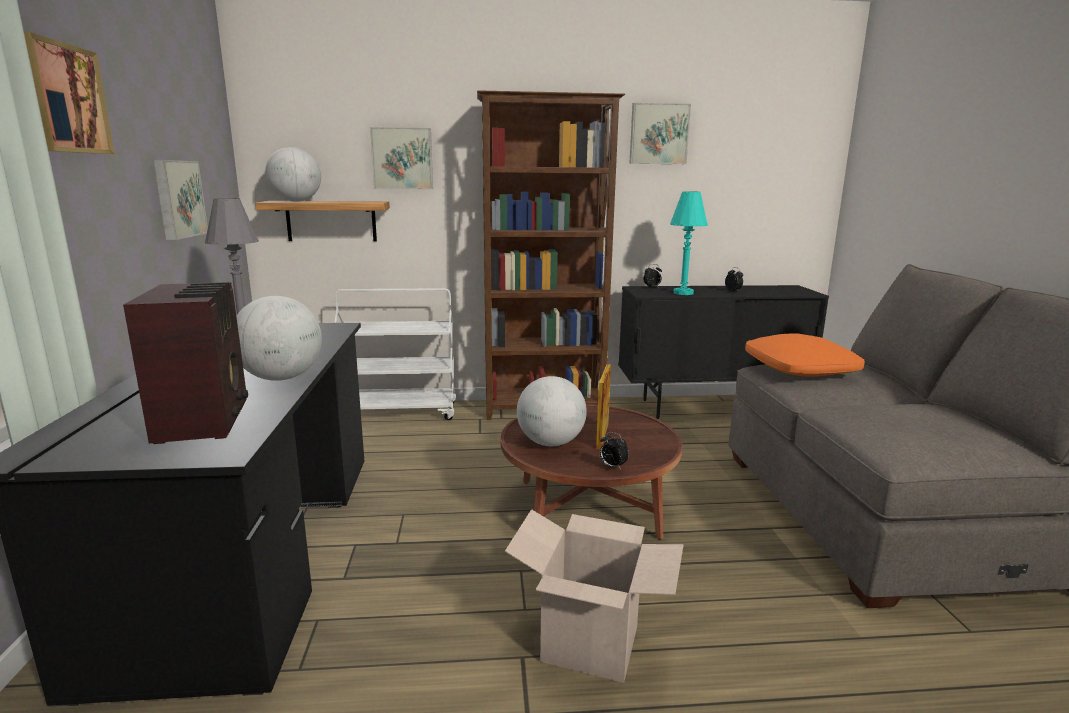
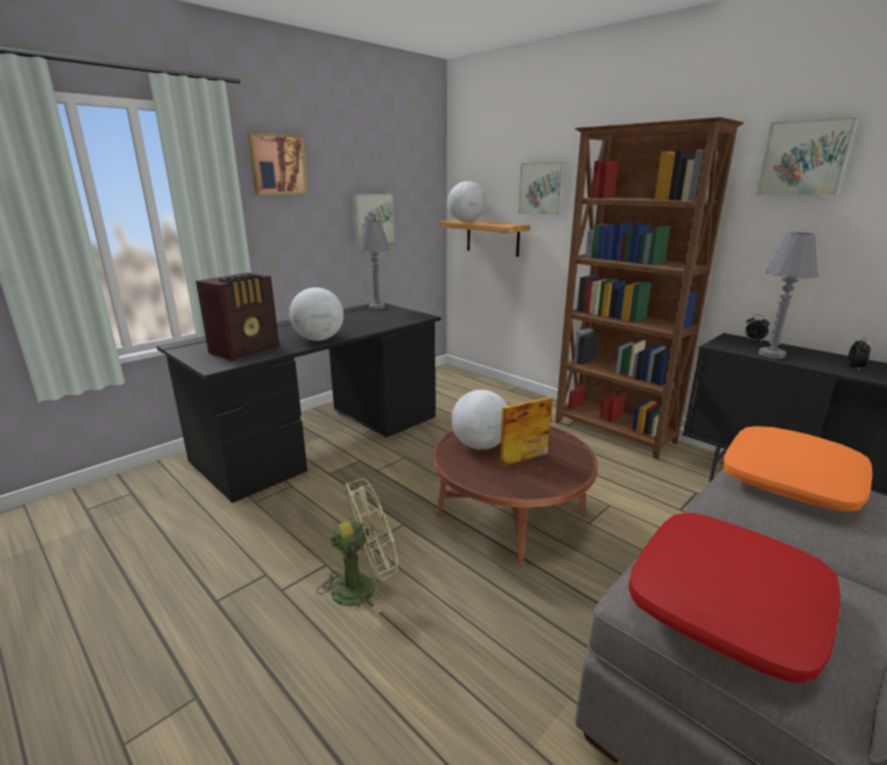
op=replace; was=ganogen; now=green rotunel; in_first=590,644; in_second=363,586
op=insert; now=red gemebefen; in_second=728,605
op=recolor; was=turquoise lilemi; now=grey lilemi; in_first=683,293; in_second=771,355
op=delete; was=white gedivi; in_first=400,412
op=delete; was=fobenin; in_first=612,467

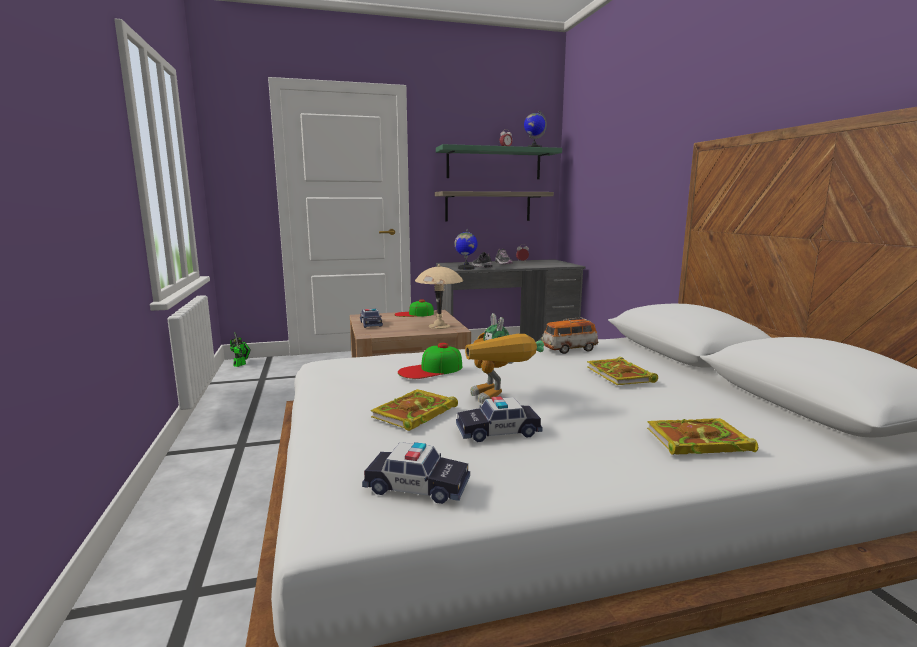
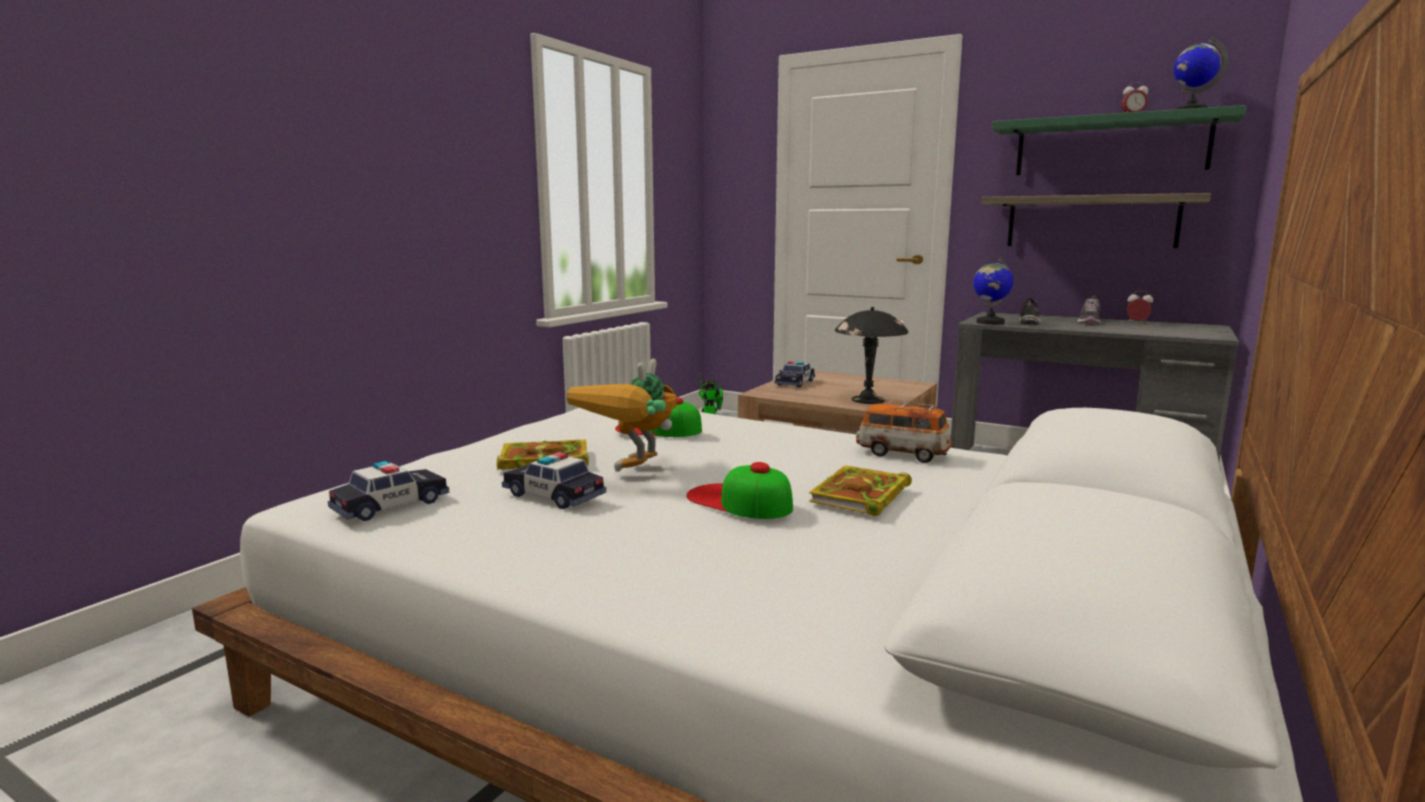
op=rotate; was=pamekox; in_first=417,486; in_second=390,505; clockwise=-105
op=move; was=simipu; in_first=414,314; in_second=739,501
op=recolor; was=beige lilemi; now=black lilemi; in_first=439,326; in_second=868,400
op=delete; was=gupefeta; in_first=696,442

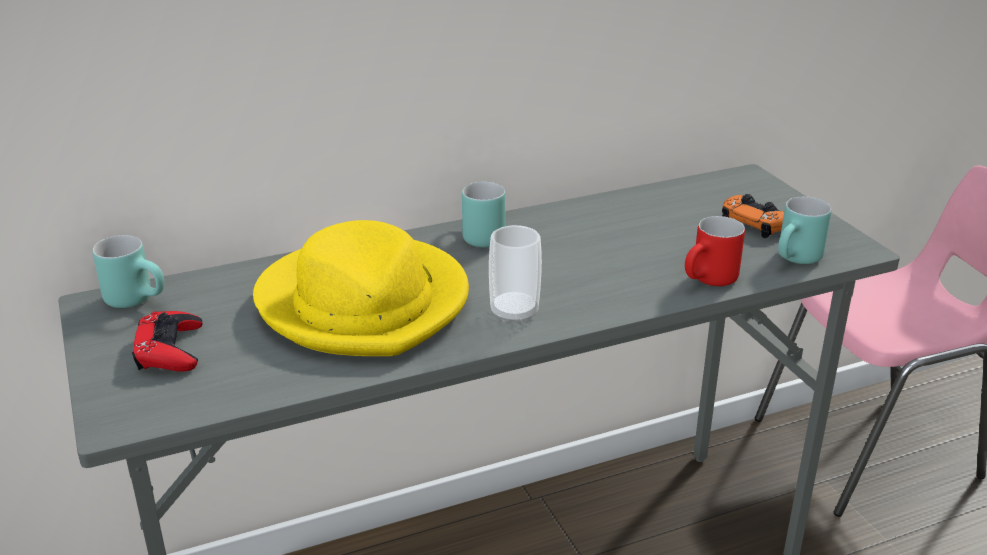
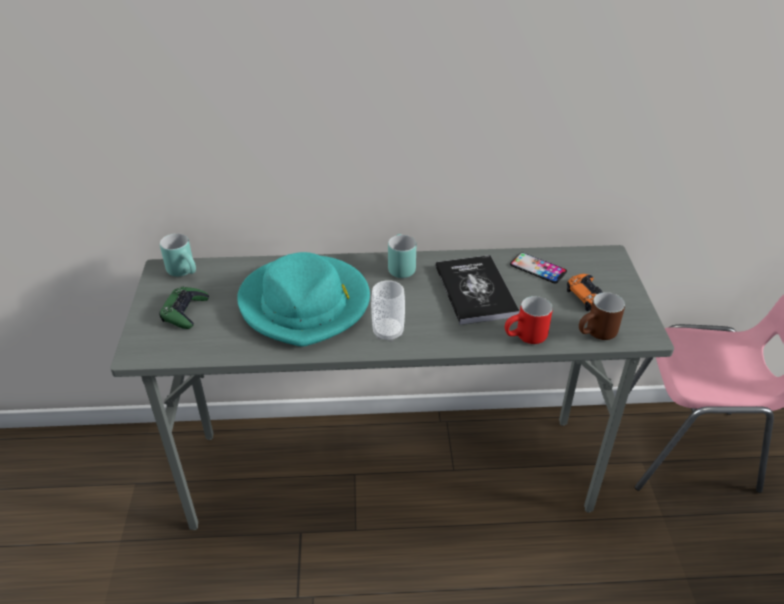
op=recolor; was=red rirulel; now=green rirulel; in_first=170,350; in_second=185,312
op=recolor; was=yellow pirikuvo; now=turquoise pirikuvo; in_first=365,303; in_second=306,304
op=insert; now=gupefeta; in_second=475,291
op=insert; now=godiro; in_second=538,268
op=recolor; was=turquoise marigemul; now=brown marigemul; in_first=797,261; in_second=597,335

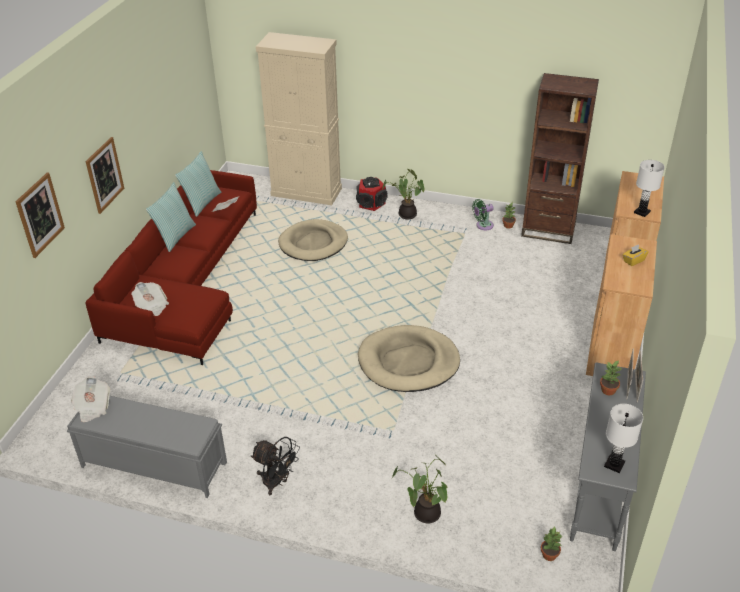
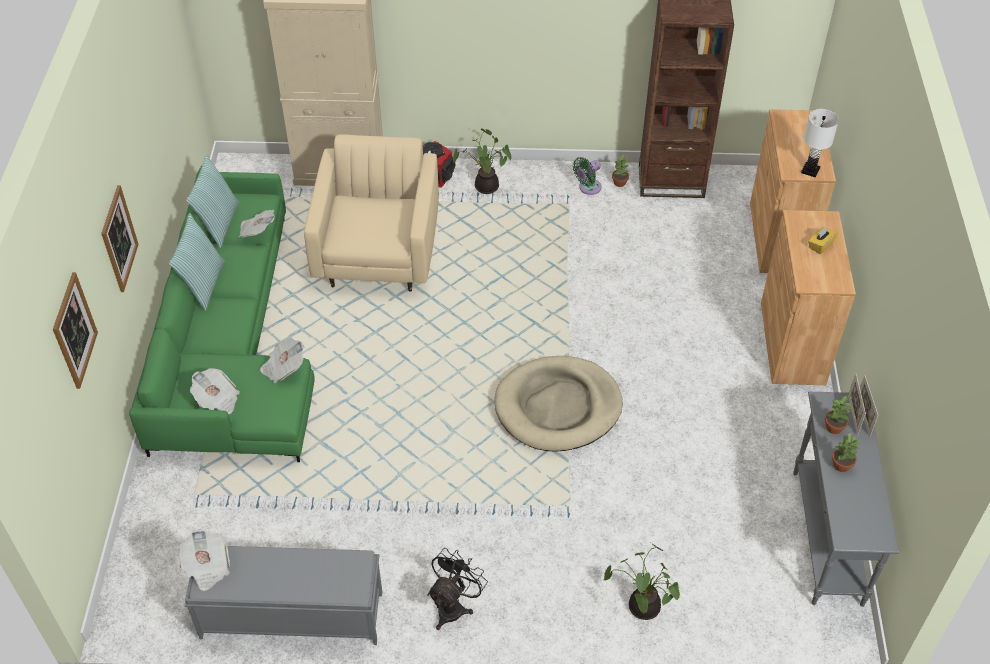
op=recolor; was=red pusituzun; now=green pusituzun; in_first=187,283; in_second=231,343
op=insert; now=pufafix; in_second=283,368
op=replace; was=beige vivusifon; now=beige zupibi; in_first=313,243; in_second=378,252
op=rotate; was=black rotunel; in_first=277,483; in_second=454,606; clockwise=-75
op=move; was=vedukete; in_first=549,555; in_second=841,465
op=delete; was=white lilemi; in_first=614,464

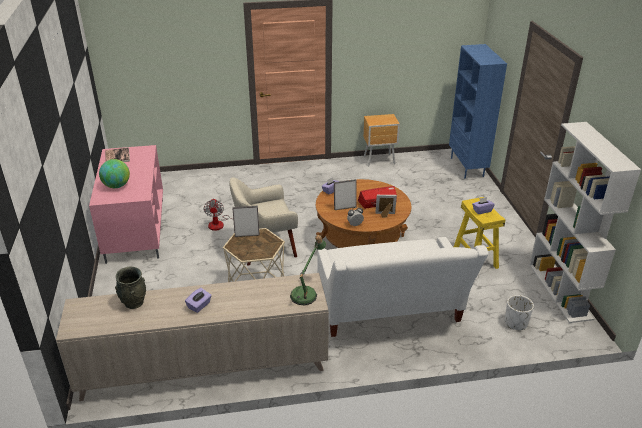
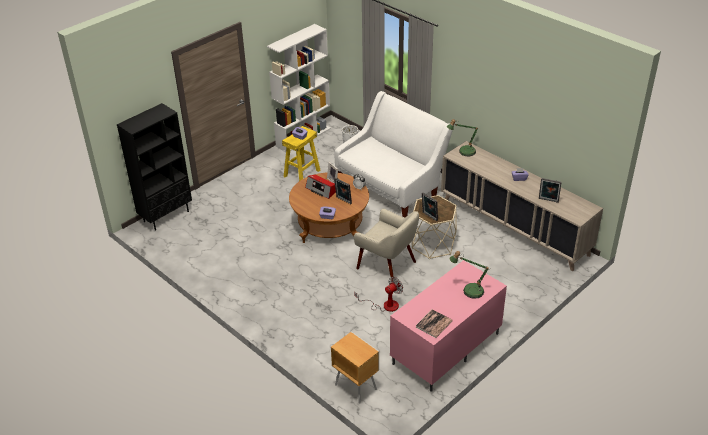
op=recolor; was=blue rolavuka; now=black rolavuka; in_first=467,167; in_second=166,216
op=move; was=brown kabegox; in_first=380,160; in_second=355,386
op=replace; was=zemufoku; now=lilemi; in_first=117,186; in_second=469,290
op=replace; was=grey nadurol; now=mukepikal; in_first=133,302; in_second=548,200

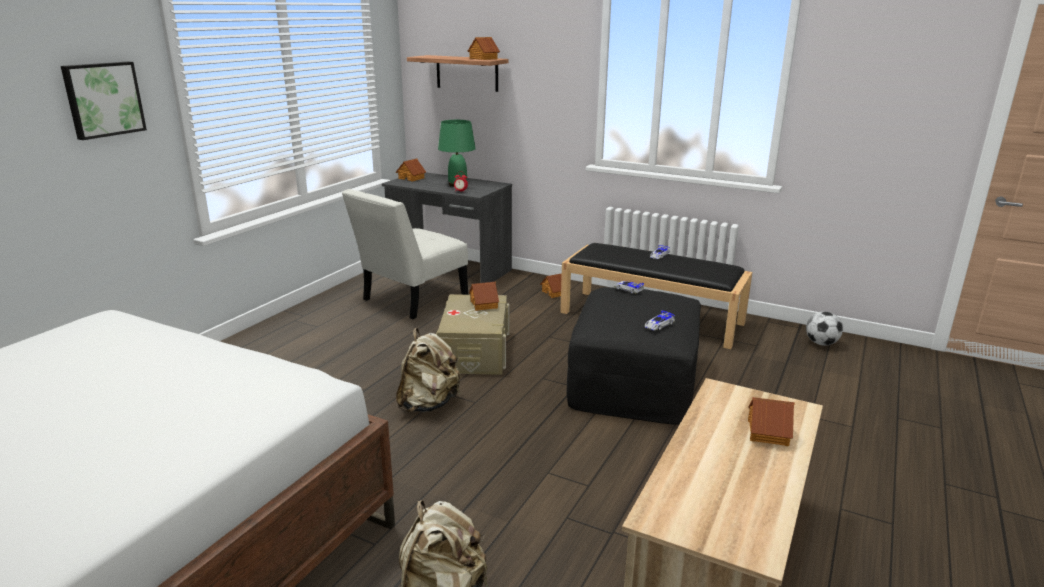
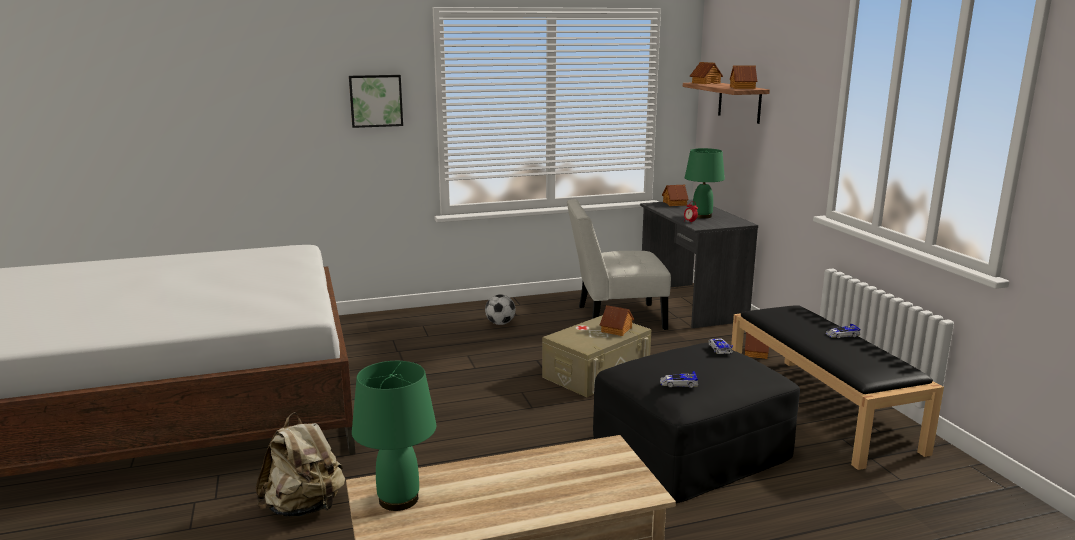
op=insert; now=green lilemi; in_second=397,500
op=move; was=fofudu; in_first=821,343; in_second=500,323
op=move; was=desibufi; in_first=767,432; in_second=705,83
op=delete; was=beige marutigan; in_first=428,404

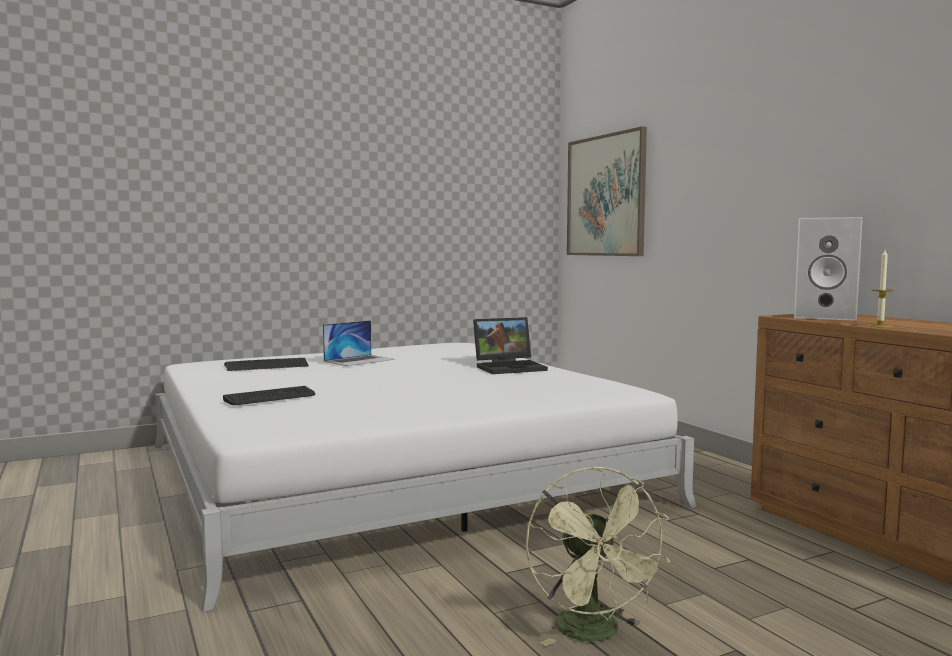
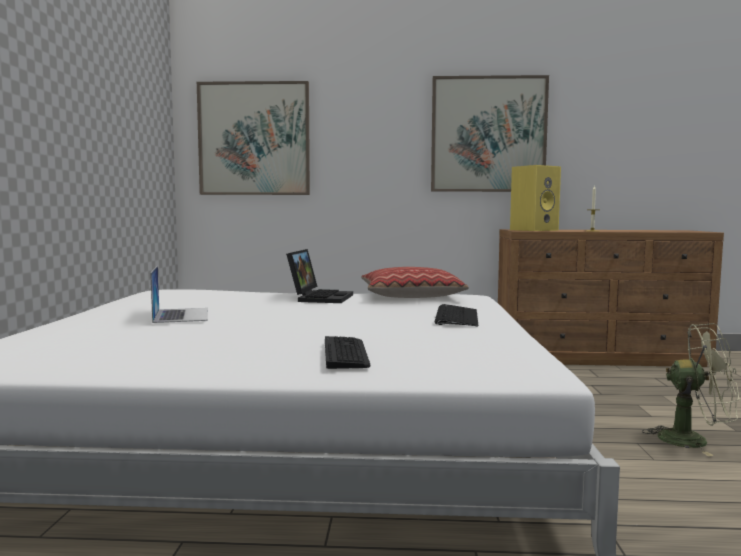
op=insert; now=gemebefen; in_second=410,296
op=insert; now=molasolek; in_second=488,134
op=move; was=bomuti; in_first=267,366; in_second=456,317
op=recolor; was=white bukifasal; now=yellow bukifasal; in_first=827,317; in_second=534,230

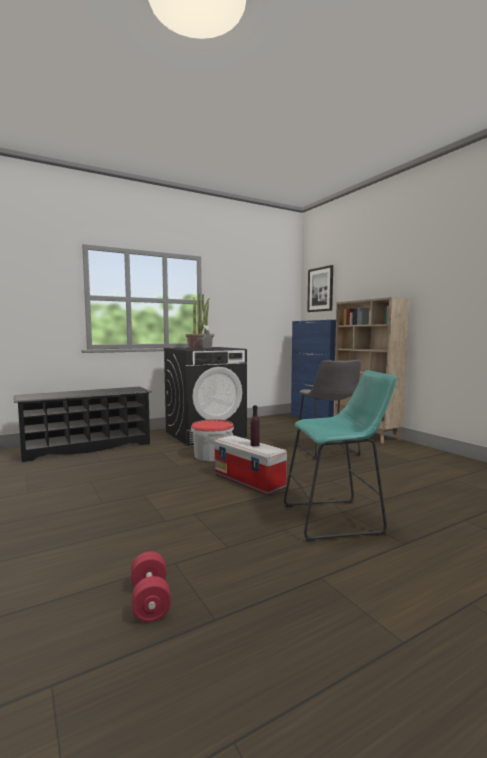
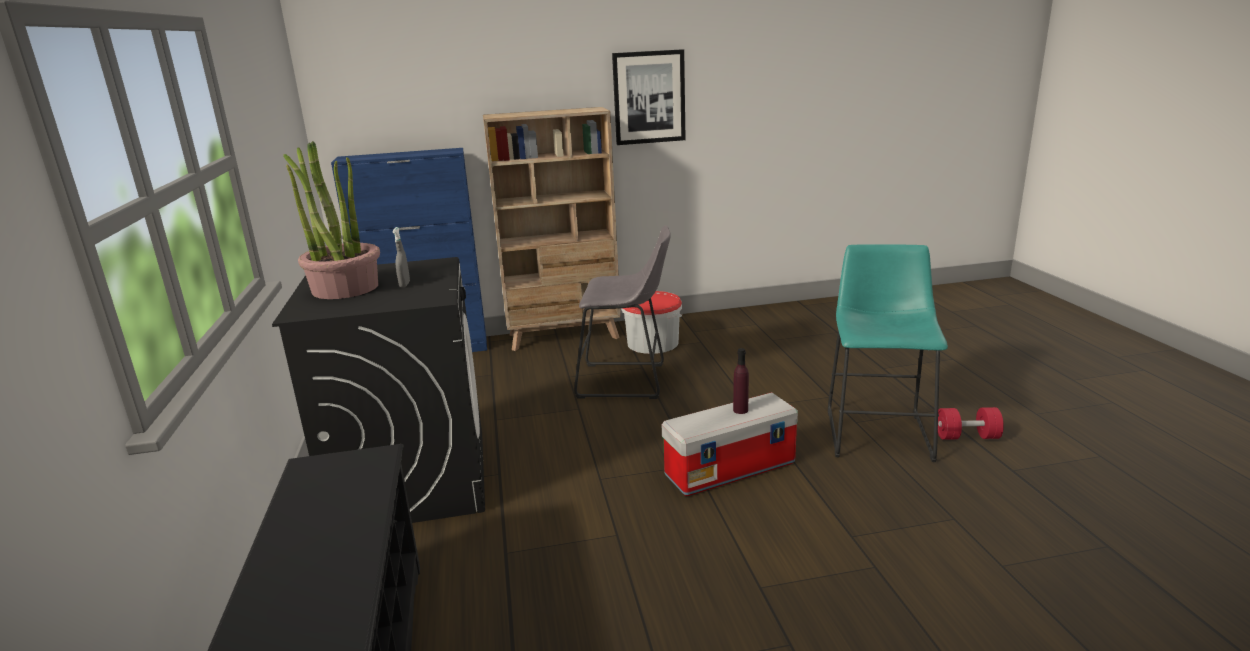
op=move; was=molasolek; in_first=320,289; in_second=649,97
op=move; was=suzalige; in_first=212,455; in_second=652,343
op=move; was=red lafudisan; in_first=150,600; in_second=967,437

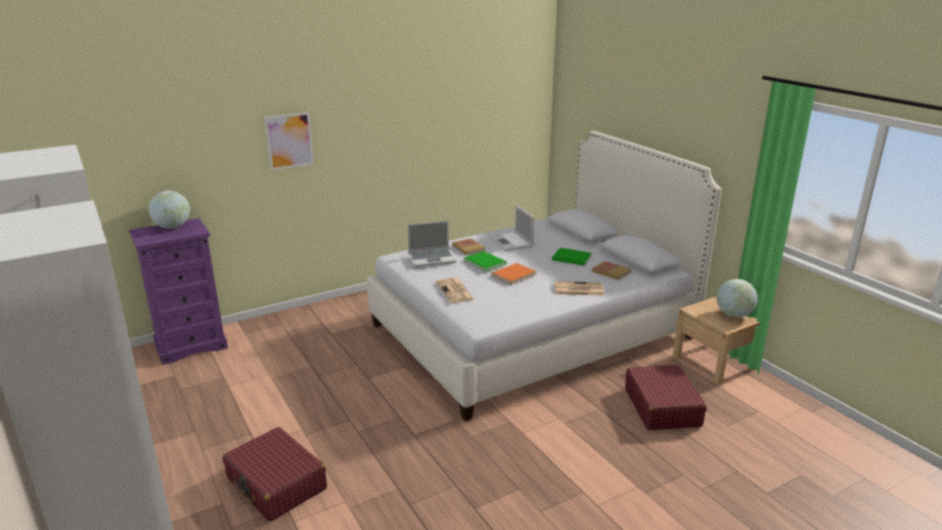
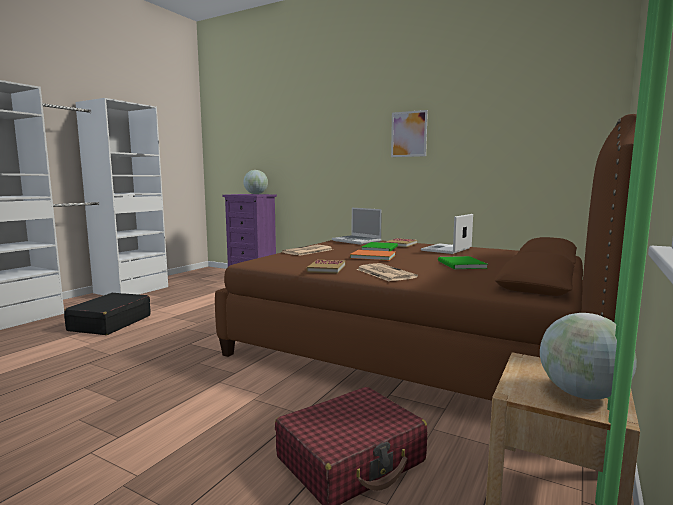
op=recolor; was=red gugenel; now=black gugenel; in_first=276,484; in_second=110,323
op=recolor; was=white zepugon; now=brown zepugon; in_first=532,330; in_second=418,347
op=move; was=gupefeta; in_first=611,272; in_second=326,268
op=move; was=molasolek; in_first=289,141; in_second=409,134

